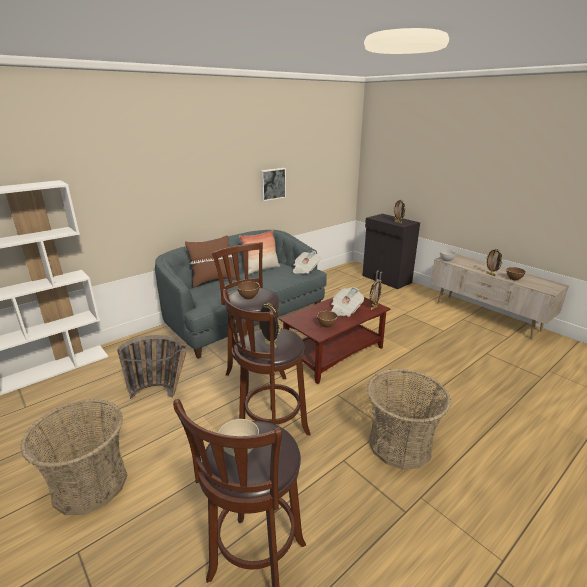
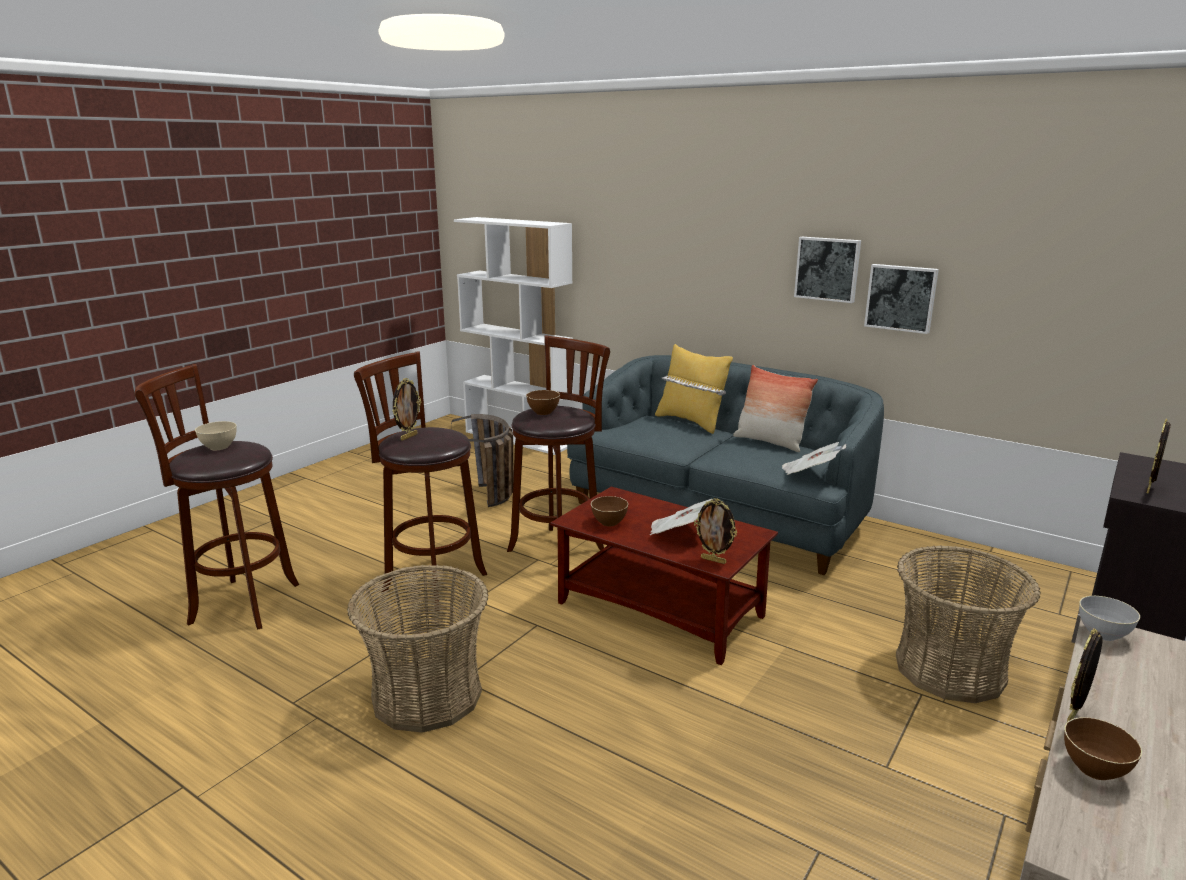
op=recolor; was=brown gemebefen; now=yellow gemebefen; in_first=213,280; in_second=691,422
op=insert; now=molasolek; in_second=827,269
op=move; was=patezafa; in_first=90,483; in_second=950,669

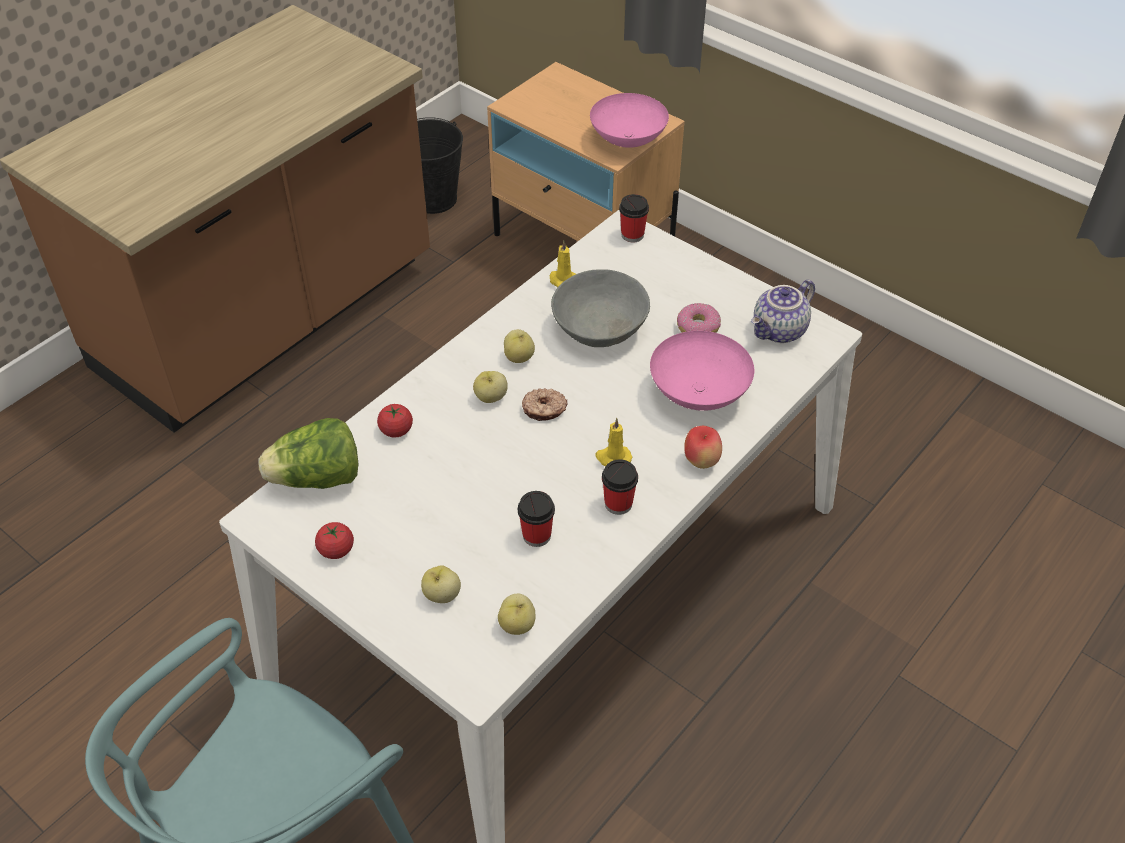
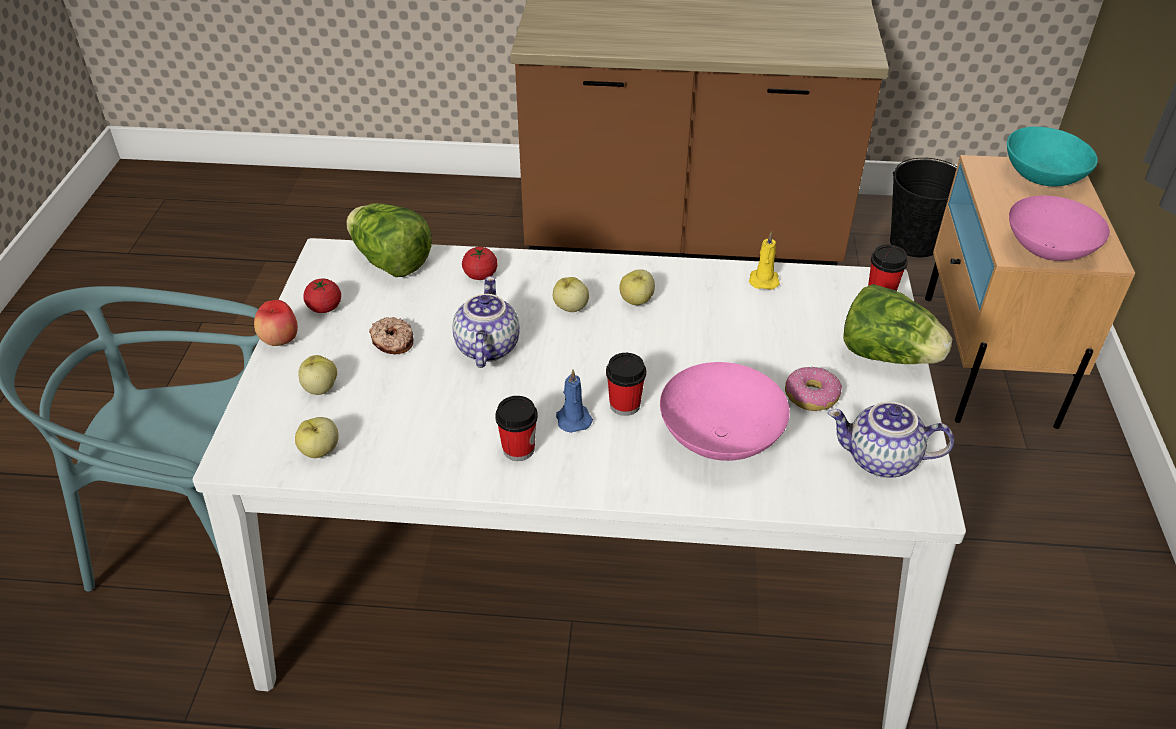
op=move; was=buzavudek; in_first=701,461; in_second=280,341
op=move; was=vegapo; in_first=544,410; in_second=392,342
op=insert; now=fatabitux; in_second=486,347
op=recolor; was=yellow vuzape; now=blue vuzape; in_first=613,458; in_second=573,418
op=move; was=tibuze; in_first=536,535; in_second=624,405
op=insert; now=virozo; in_second=887,355
op=insert; now=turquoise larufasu; in_second=1041,176
op=delete; was=grey larufasu; in_first=599,328

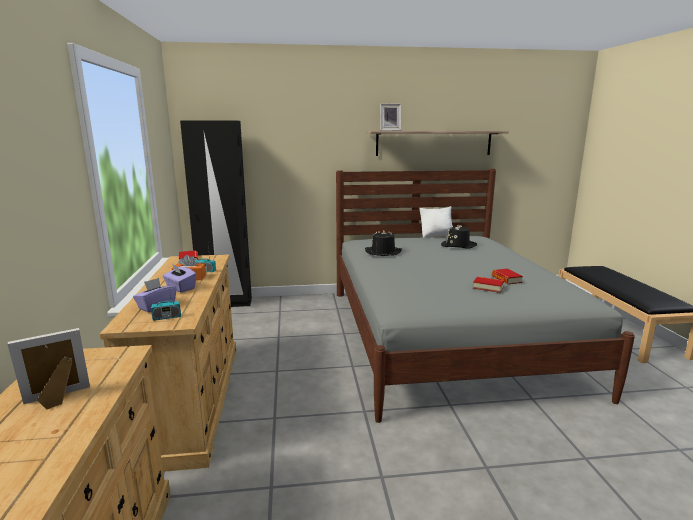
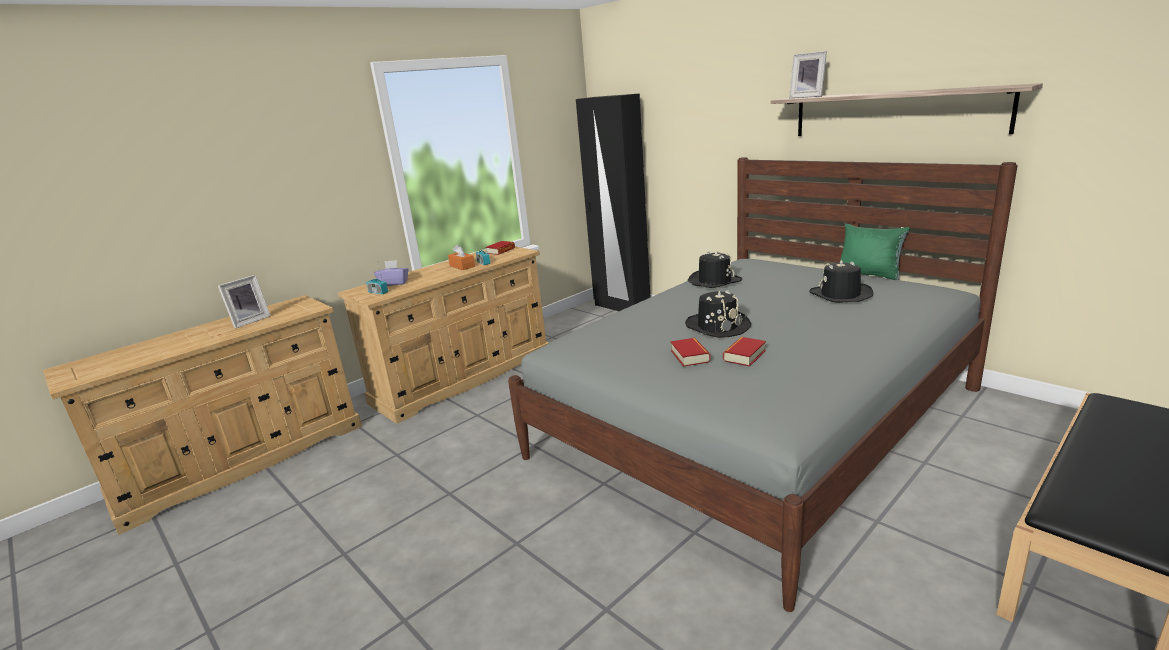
op=rotate; was=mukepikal; in_first=57,400; in_second=249,321; clockwise=105
op=insert; now=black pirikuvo; in_second=717,326
op=recolor; was=white gemebefen; now=green gemebefen; in_first=436,236; in_second=870,274
op=delete; was=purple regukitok; in_first=180,288

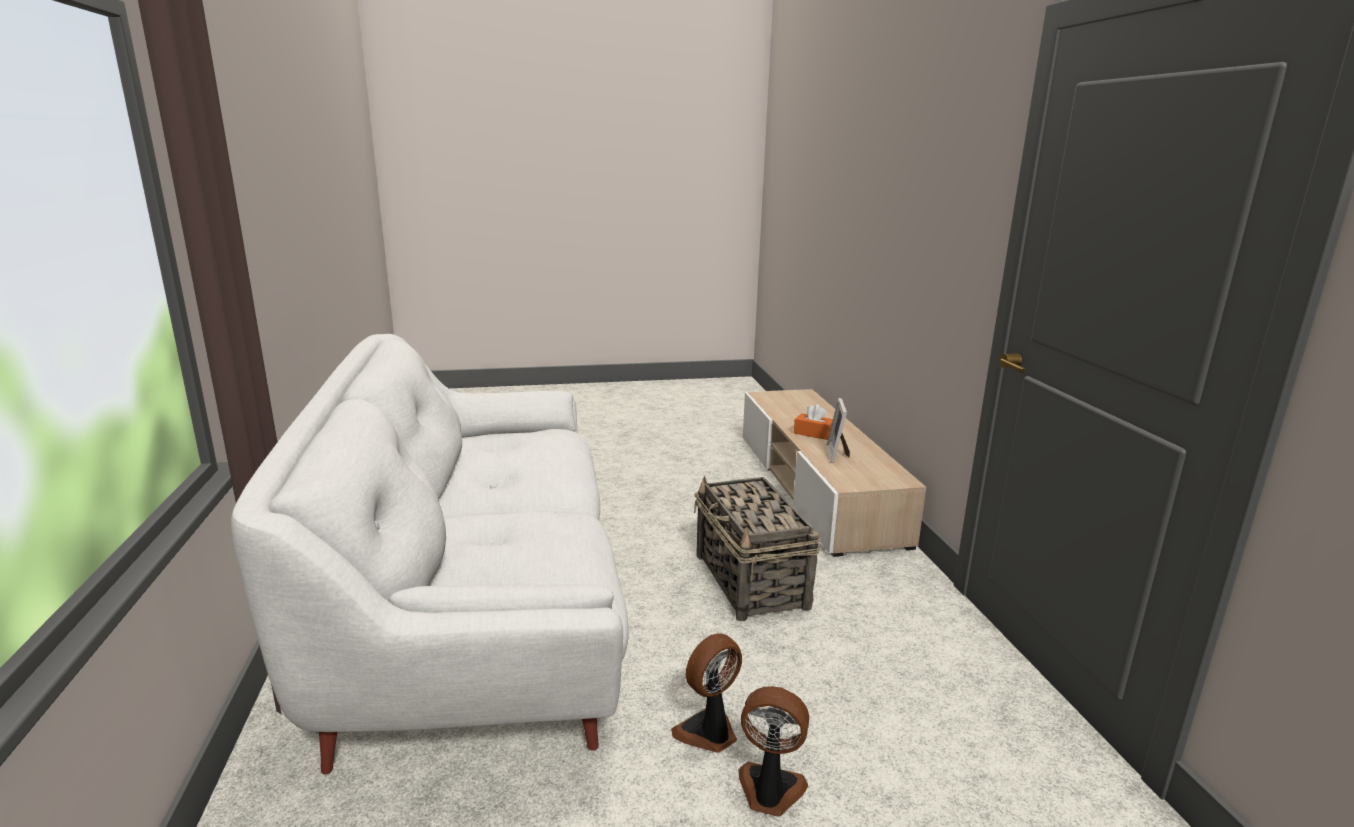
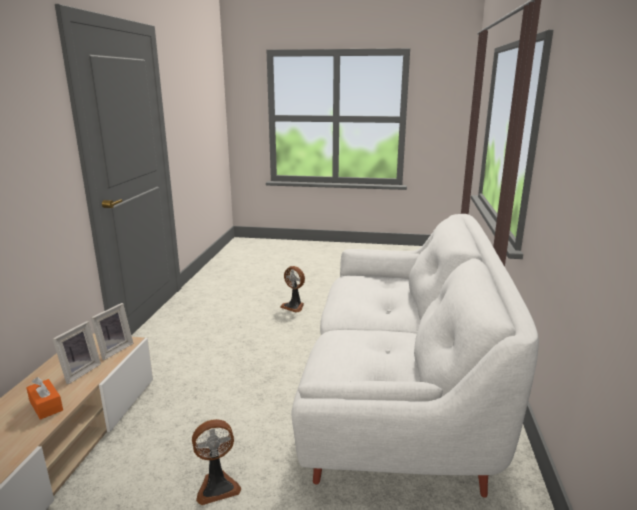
op=insert; now=mukepikal; in_second=113,350
op=move; was=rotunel; in_first=709,733; in_second=217,486
op=delete; was=patezafa; in_first=751,582

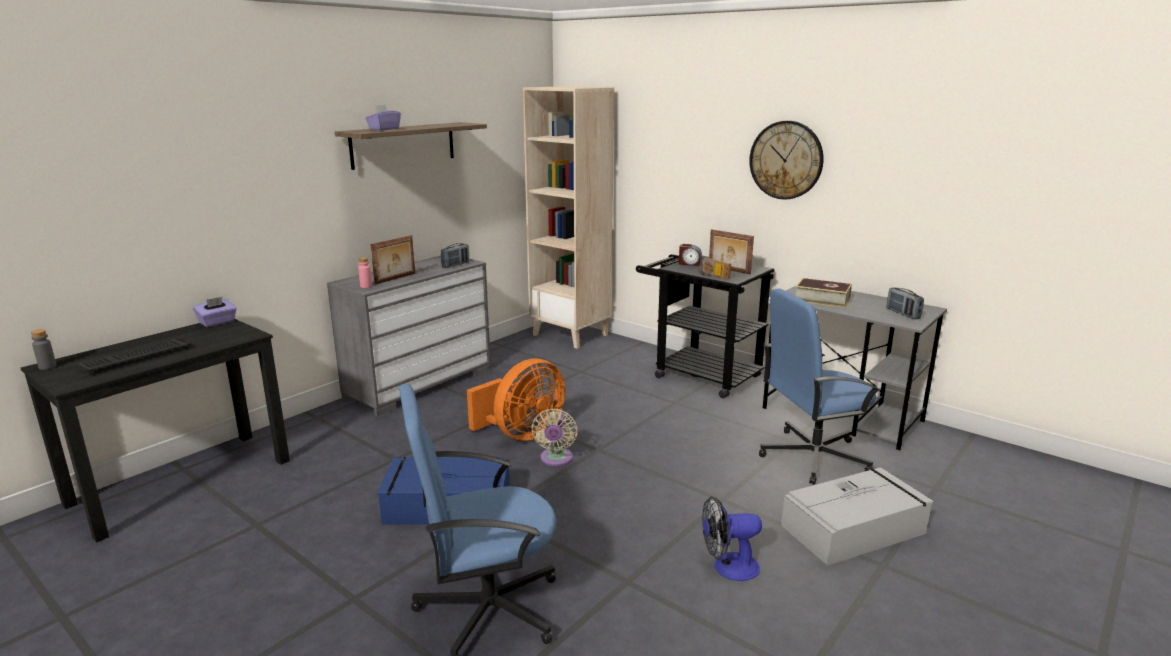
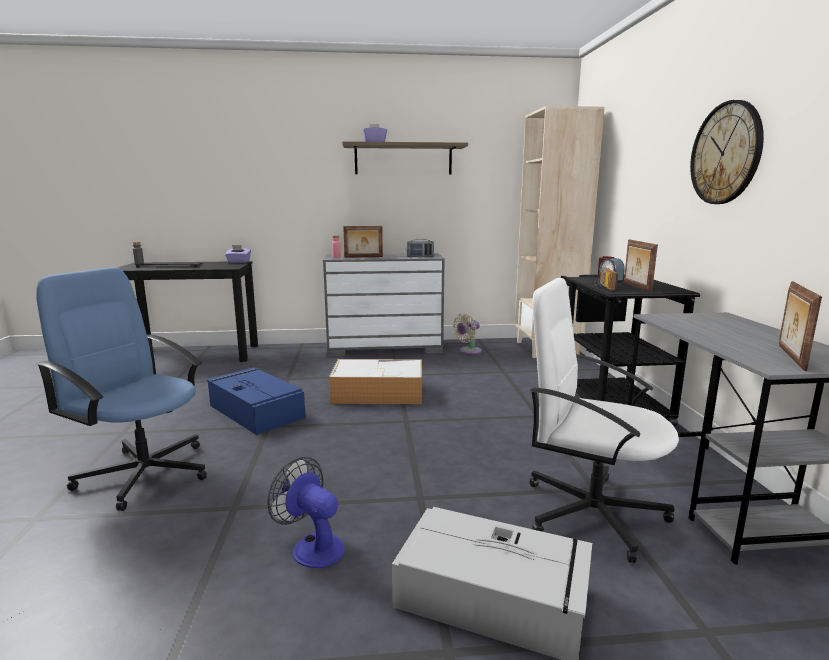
op=replace; was=orange rotunel; now=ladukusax; in_first=522,434; in_second=379,393
op=move; was=beige rotunel; in_first=556,459; in_second=468,351
op=recolor; was=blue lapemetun; now=white lapemetun; in_first=812,456; in_second=590,512
op=replace; was=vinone; now=mukepikal; in_first=902,314; in_second=790,357
op=delete; was=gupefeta; in_first=822,299

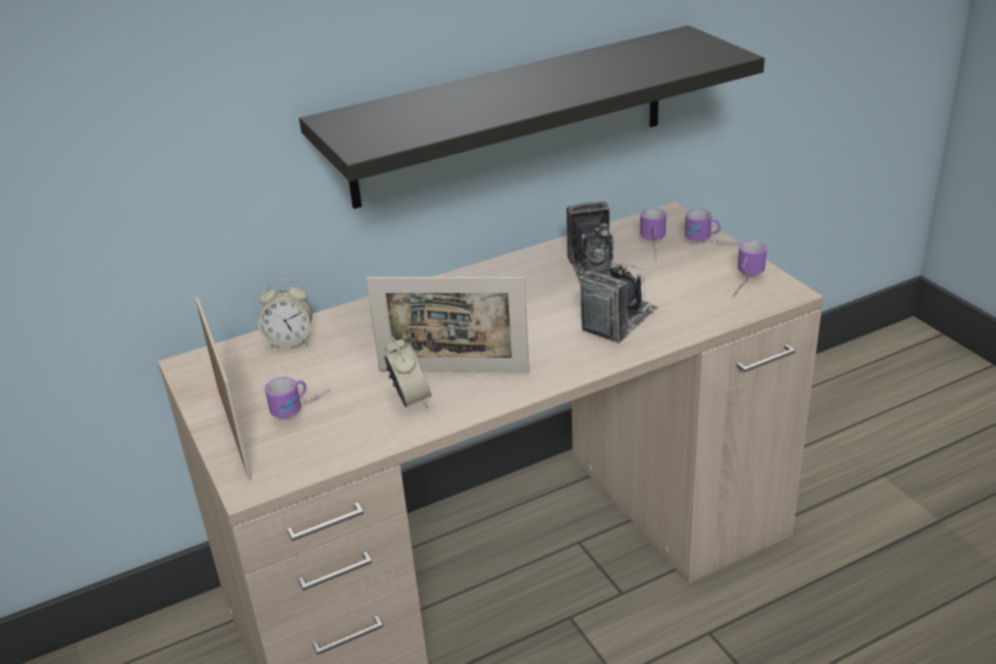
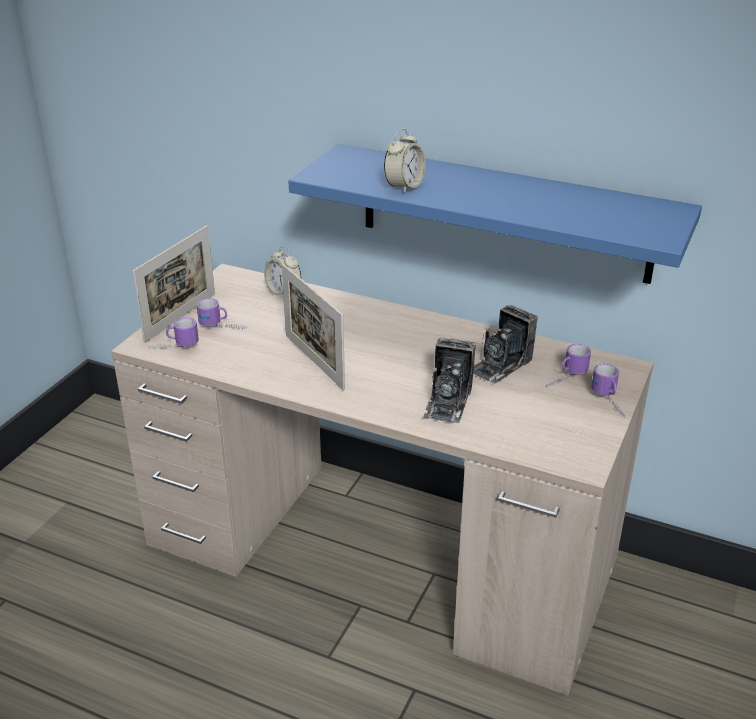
op=move; was=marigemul; in_first=744,283; in_second=174,347
op=recolor; was=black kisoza; now=blue kisoza; in_first=510,117; in_second=504,213
op=move; was=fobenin; in_first=410,399; in_second=404,187
op=rotate; was=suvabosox; in_first=619,320; in_second=448,402; clockwise=105

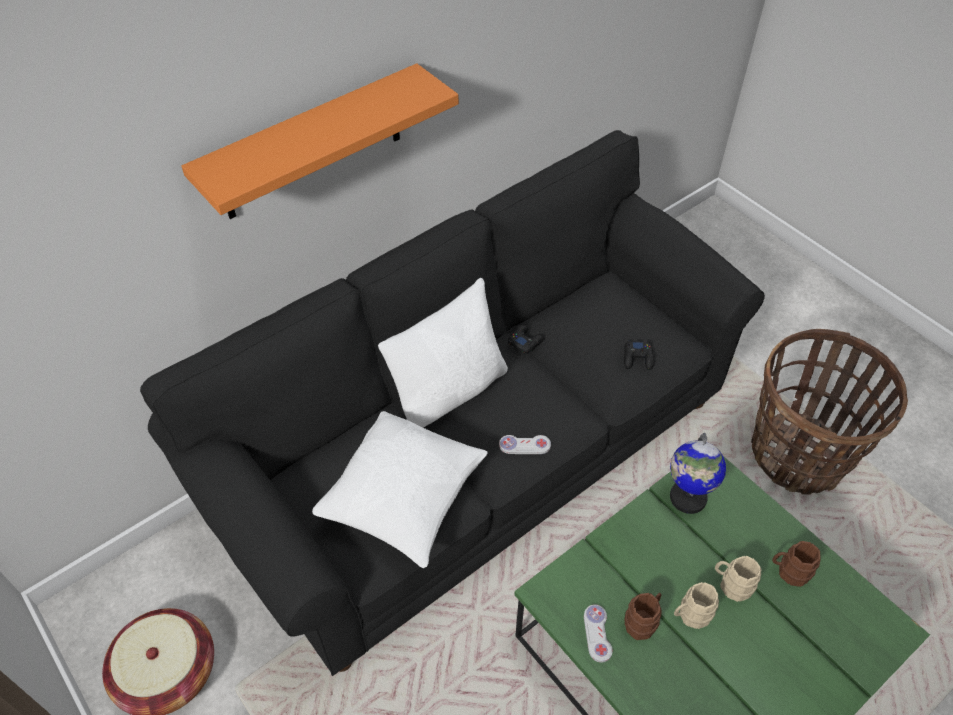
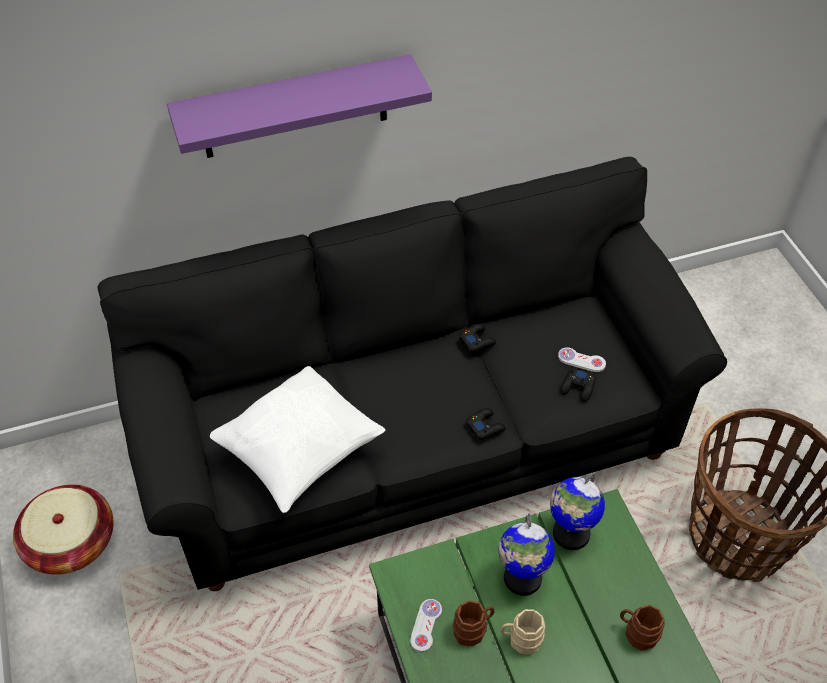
op=recolor; was=orange kisoza; now=purple kisoza; in_first=312,144; in_second=295,108
op=insert; now=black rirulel; in_second=485,426
op=insert; now=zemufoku; in_second=522,578
op=move; was=white rirulel; in_first=525,445; in_second=581,361
op=delete; was=white gemebefen; in_first=450,390
op=delete; was=beige marigemul; in_first=731,584

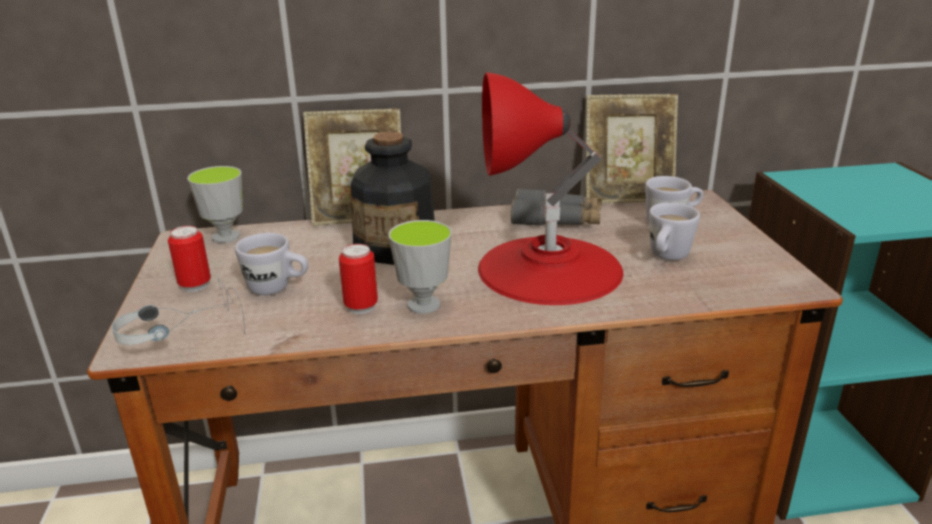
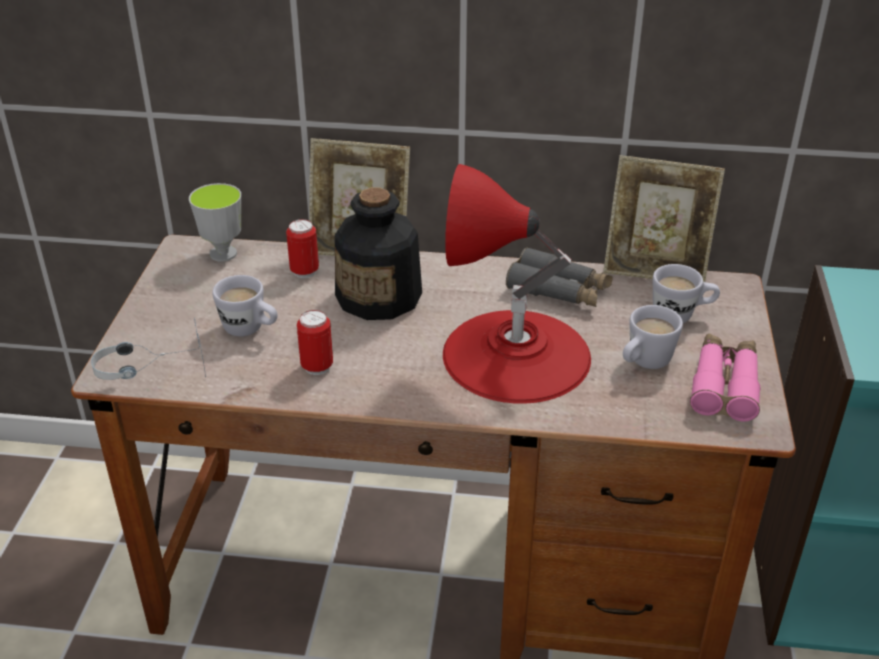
op=move; was=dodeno; in_first=195,285; in_second=304,272
op=insert; now=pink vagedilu; in_second=724,385
op=delete; was=tibuze; in_first=423,305

